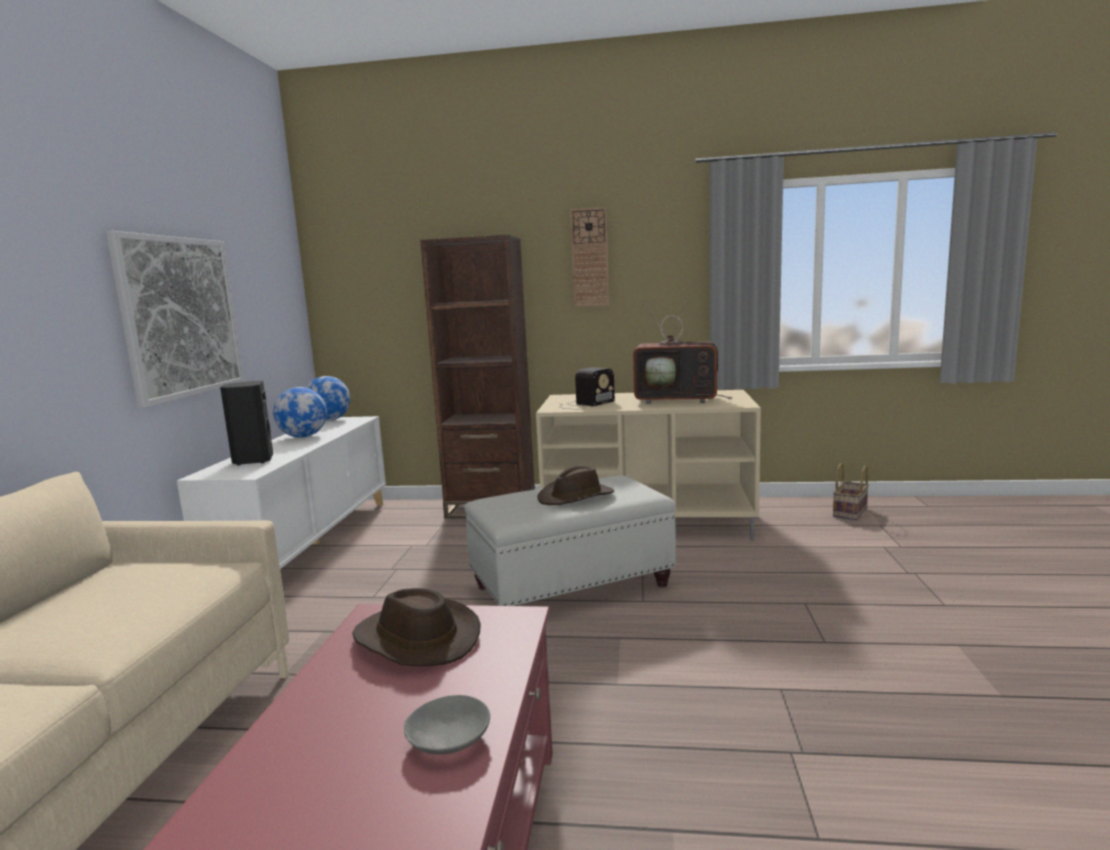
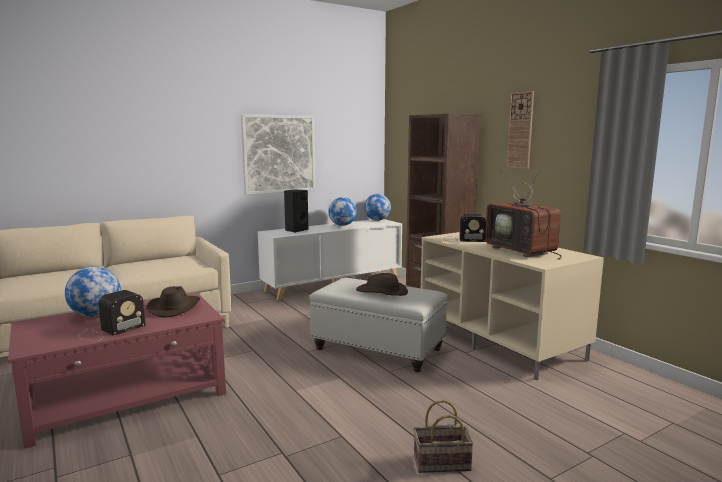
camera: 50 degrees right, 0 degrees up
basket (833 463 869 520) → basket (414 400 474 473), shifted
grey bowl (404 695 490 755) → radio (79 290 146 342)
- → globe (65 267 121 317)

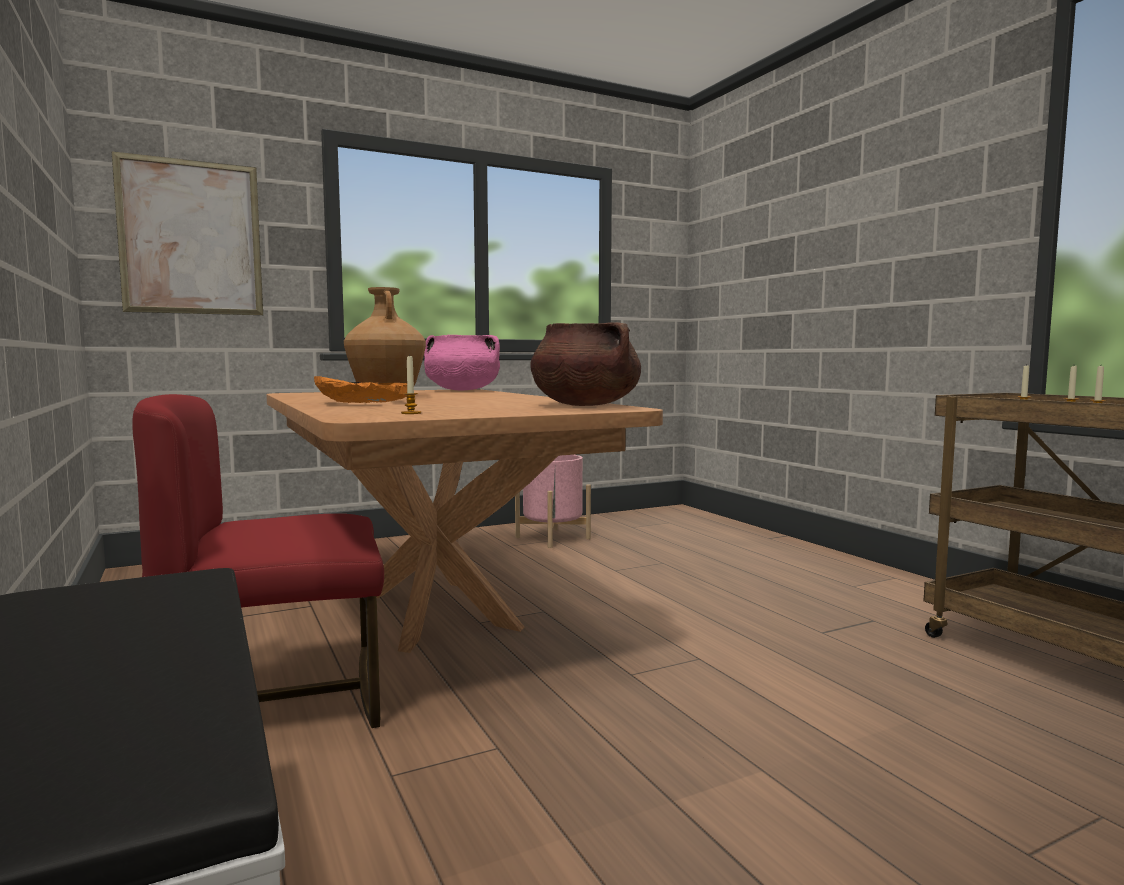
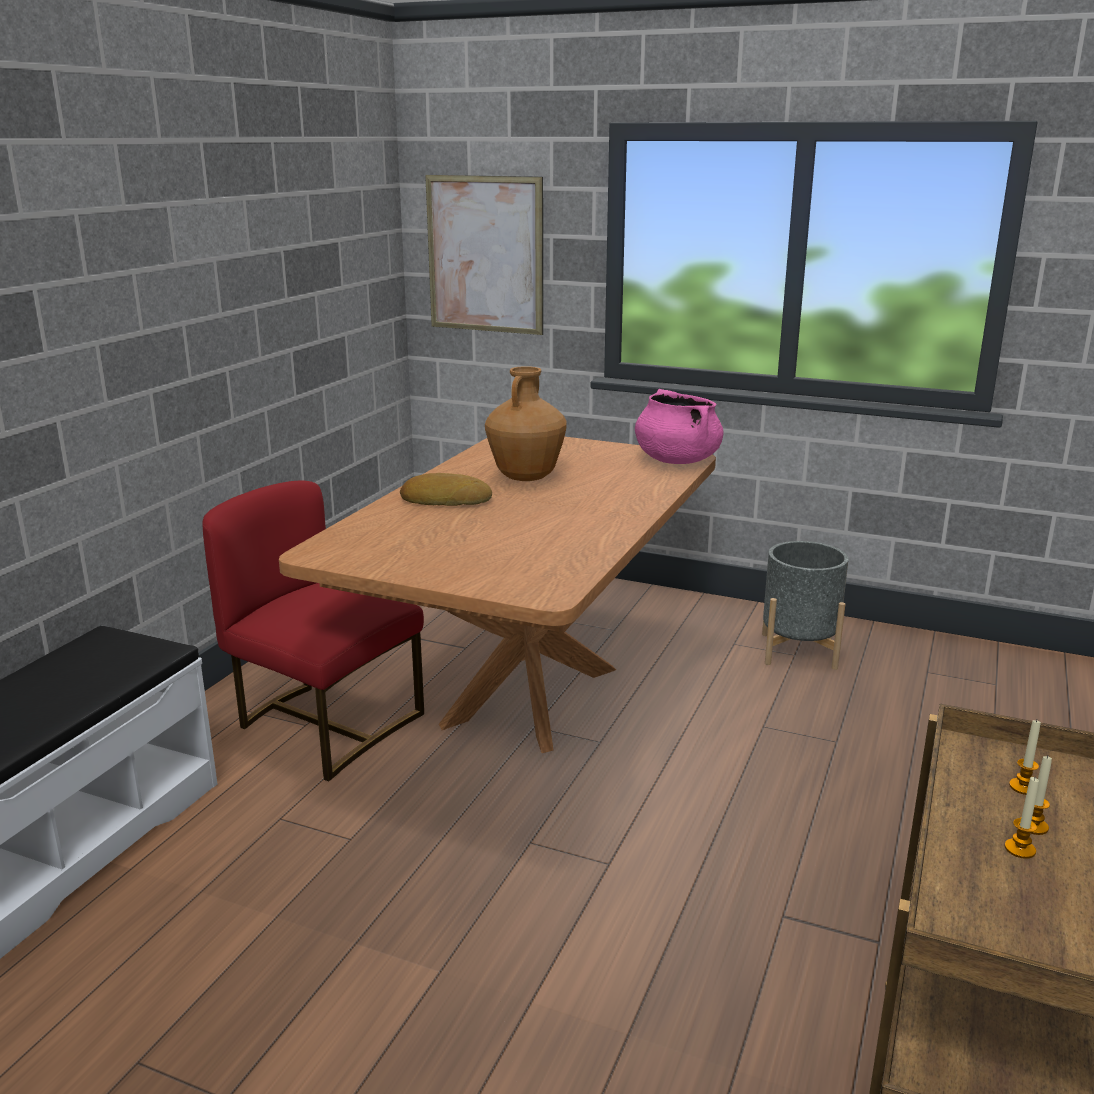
camera: 50 degrees right, 15 degrees up
brown cooking pot (530 322 641 406) → -
candle (401 354 421 414) → -
orange bowl (314 376 407 403) → bread (400 473 492 506)
pink planter (515 455 591 548) → grey planter (762 541 849 670)

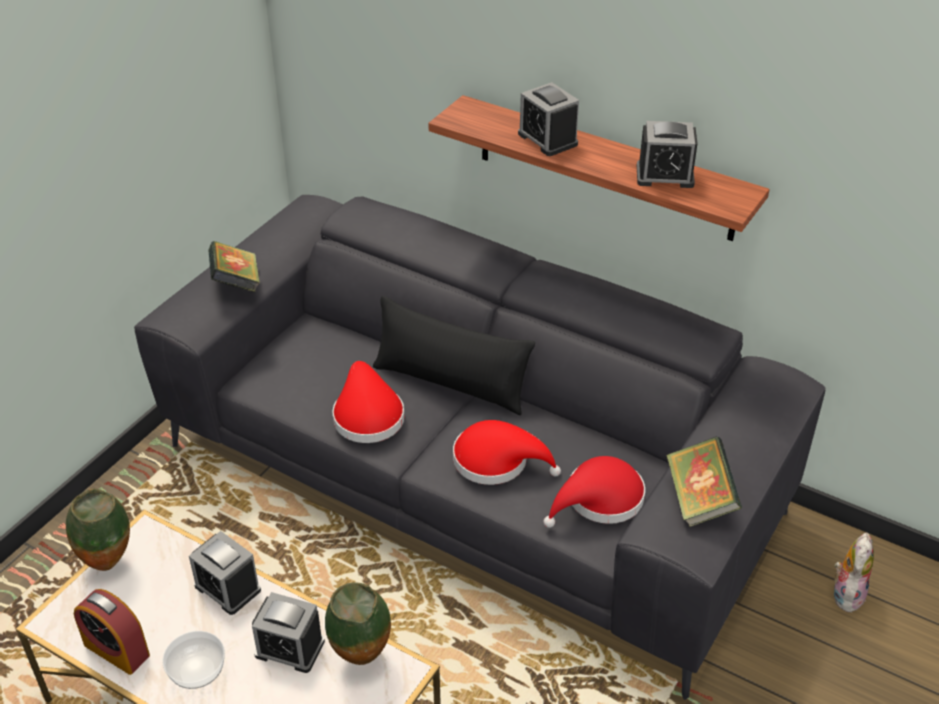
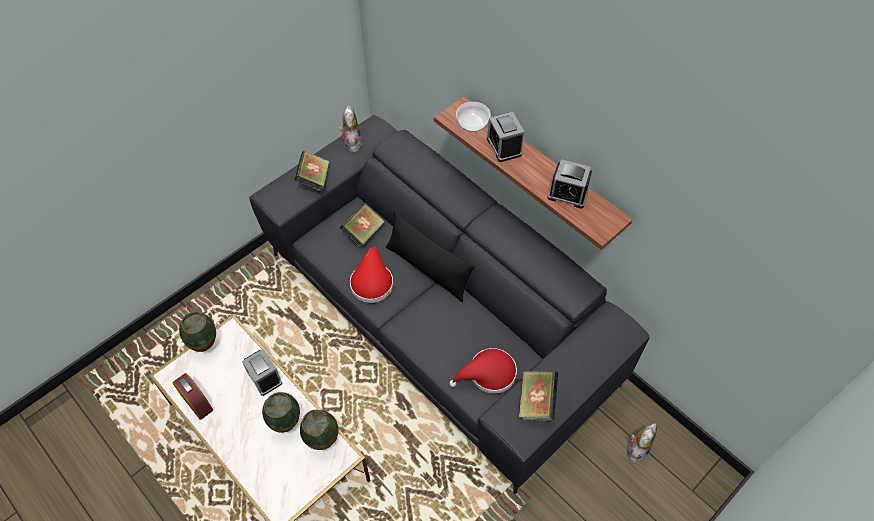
camera: 15 degrees right, 15 degrees up
red hat (453 420 561 485) → -
alarm clock (252 592 325 673) → vase (262 392 300 433)
bowl (162 631 225 689) → bowl (456 102 491 132), shifted
- → plush toy (339 106 363 152)
- → book (339 203 385 248)

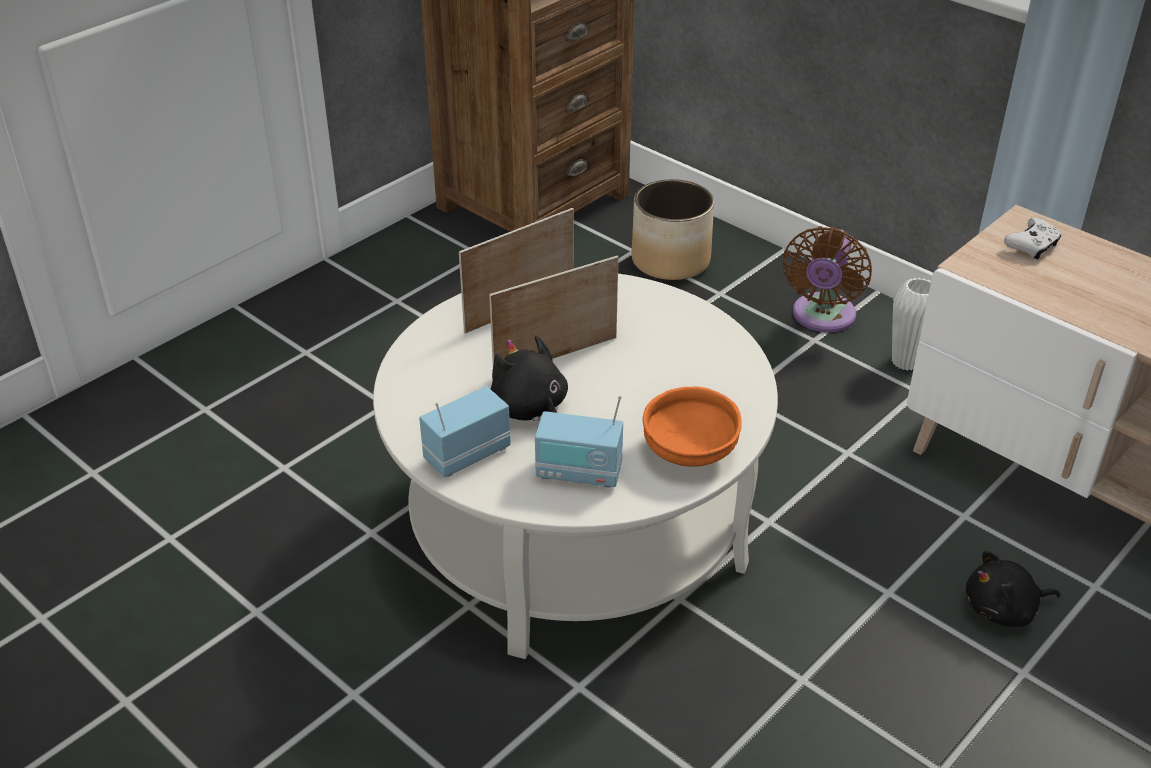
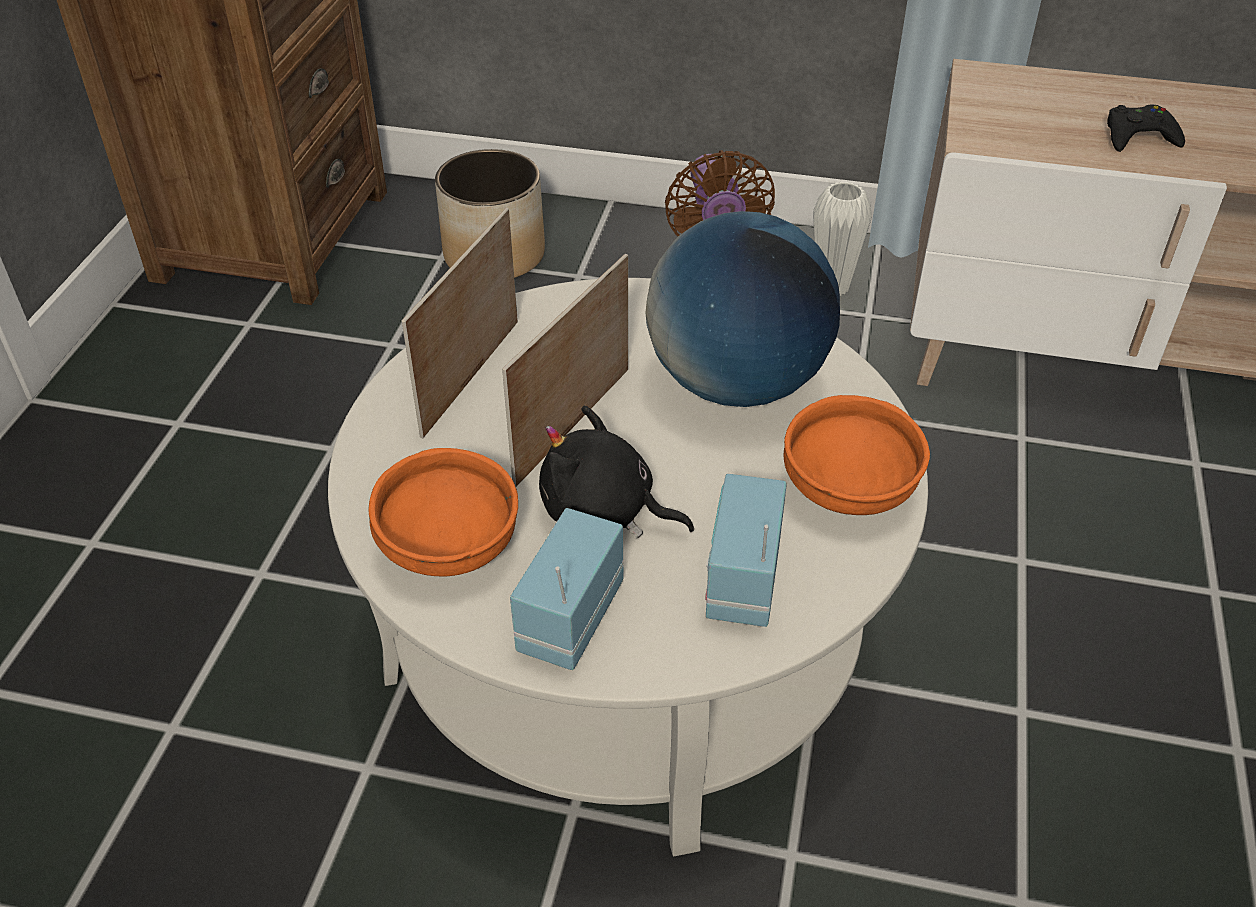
camera: 30 degrees left, 5 degrees up
white game controller (1004 218 1062 260) → -
radio (535 395 623 488) → radio (705 474 787 627), 120 degrees clockwise
black plush toy (966 551 1060 627) → -
- → black game controller (1107 104 1185 152)
- → globe (645 211 840 407)
- → orange bowl (369 448 518 576)

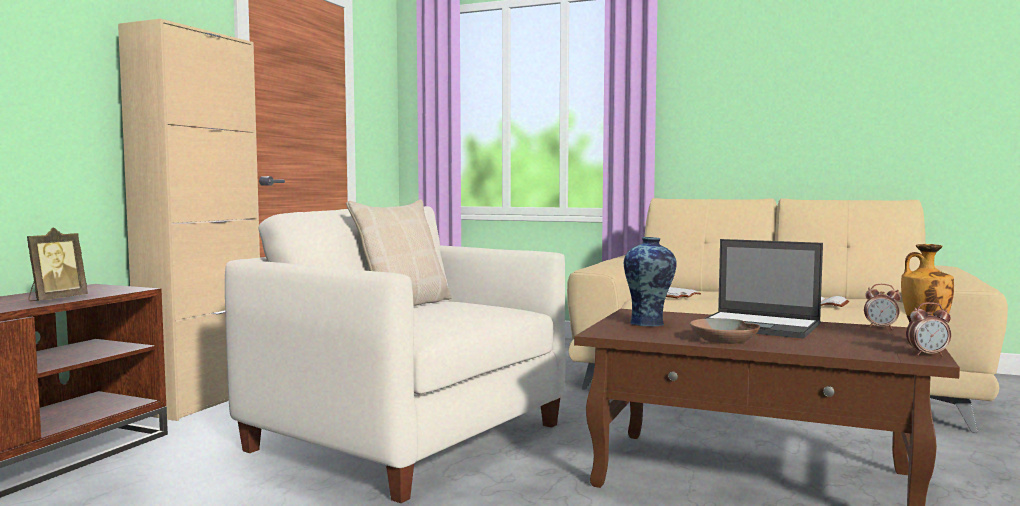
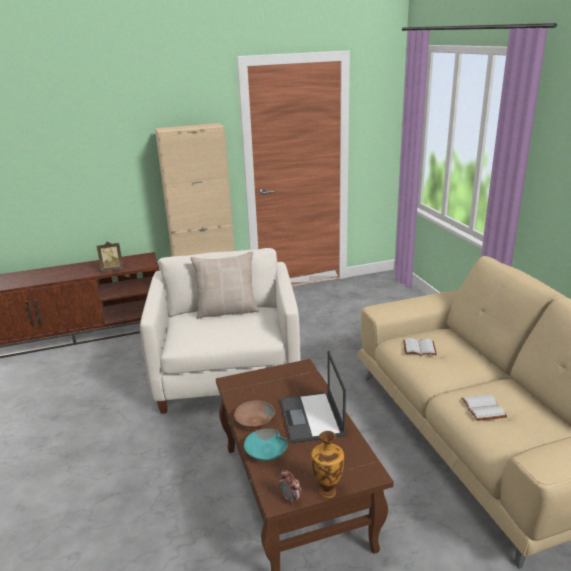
camera: 50 degrees right, 20 degrees up
vase (624 237 677 326) → -
alarm clock (864 284 901 330) → -
- → turquoise bowl (244 429 288 461)

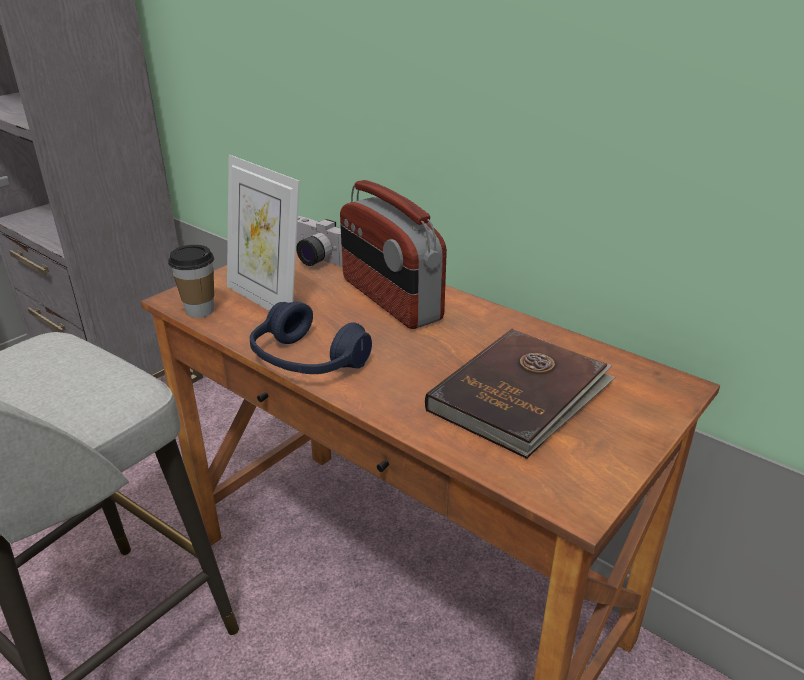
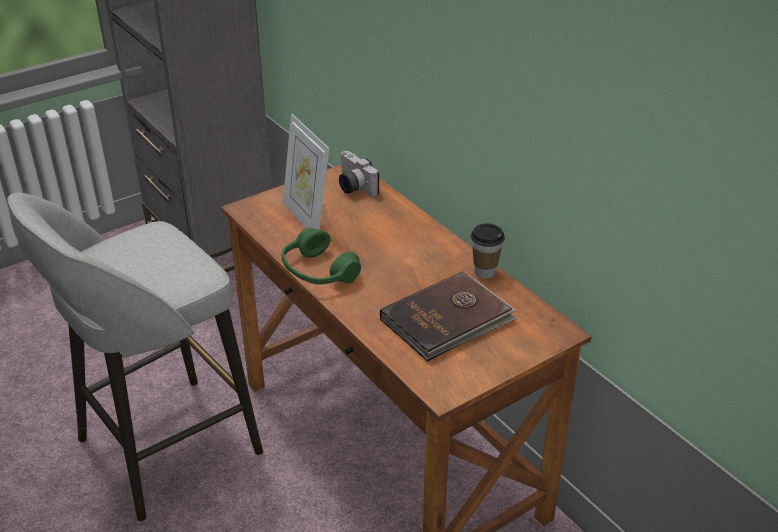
camera: 15 degrees right, 5 degrees up
radio (340 180 447 329) → -
cup (168 245 214 318) → cup (471 223 505 278), shifted
blue headphones (250 302 372 374) → green headphones (282 228 361 285)

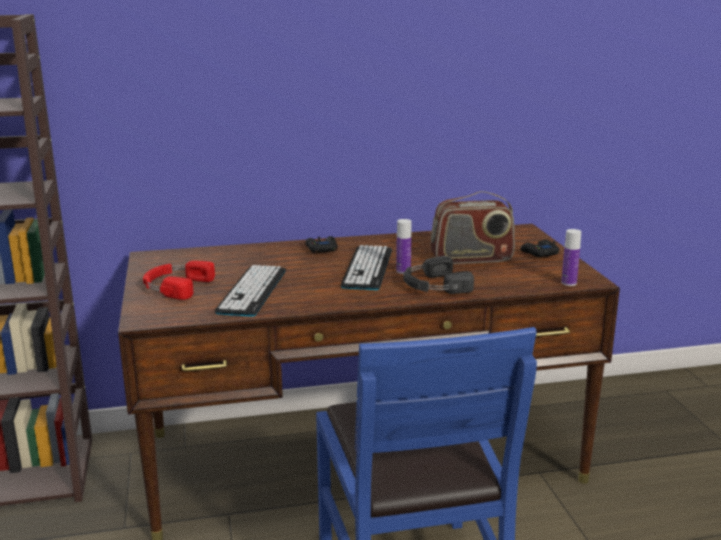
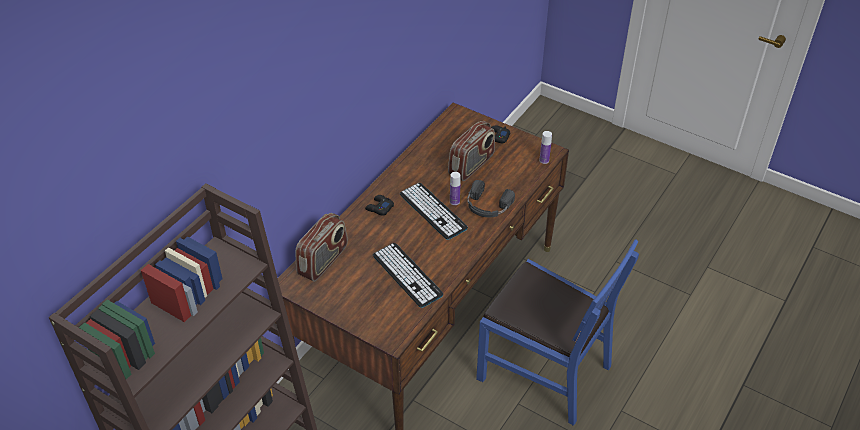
camera: 45 degrees left, 25 degrees up
red headphones (143 261 215 300) → -
- → radio (295 213 348 282)

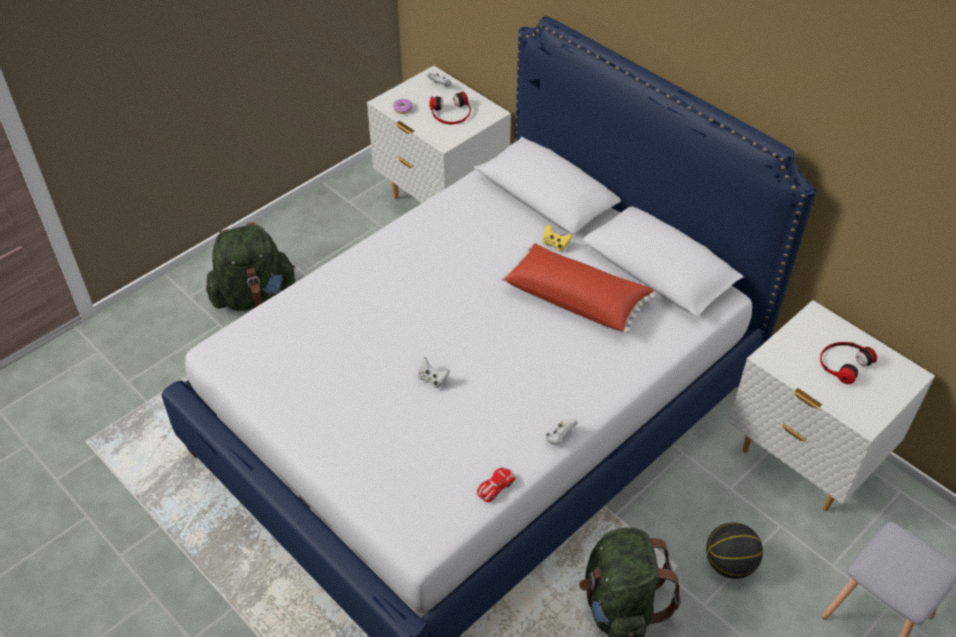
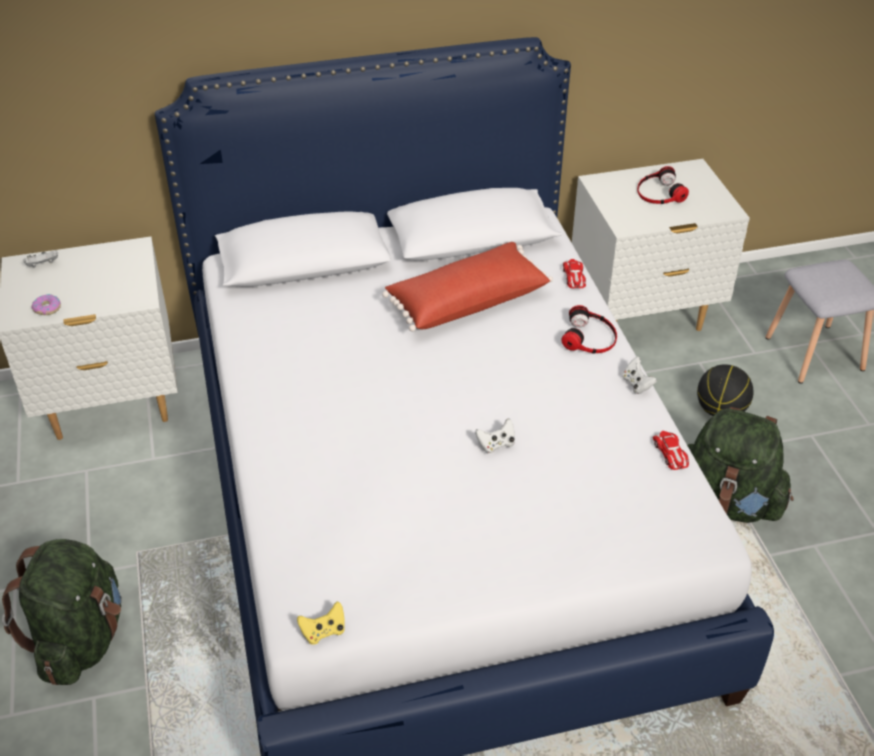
camera: 60 degrees left, 5 degrees down
headphones (429 91 471 125) → headphones (561 305 617 354), shifted
yellow game controller (542 224 572 251) → yellow game controller (297 601 345 645), shifted
- → toy car (563 259 586 288)

